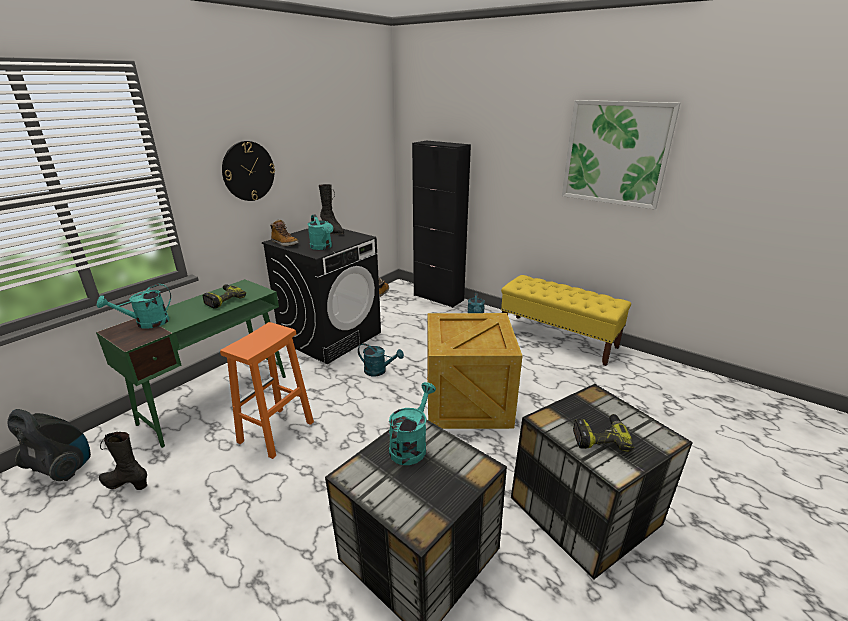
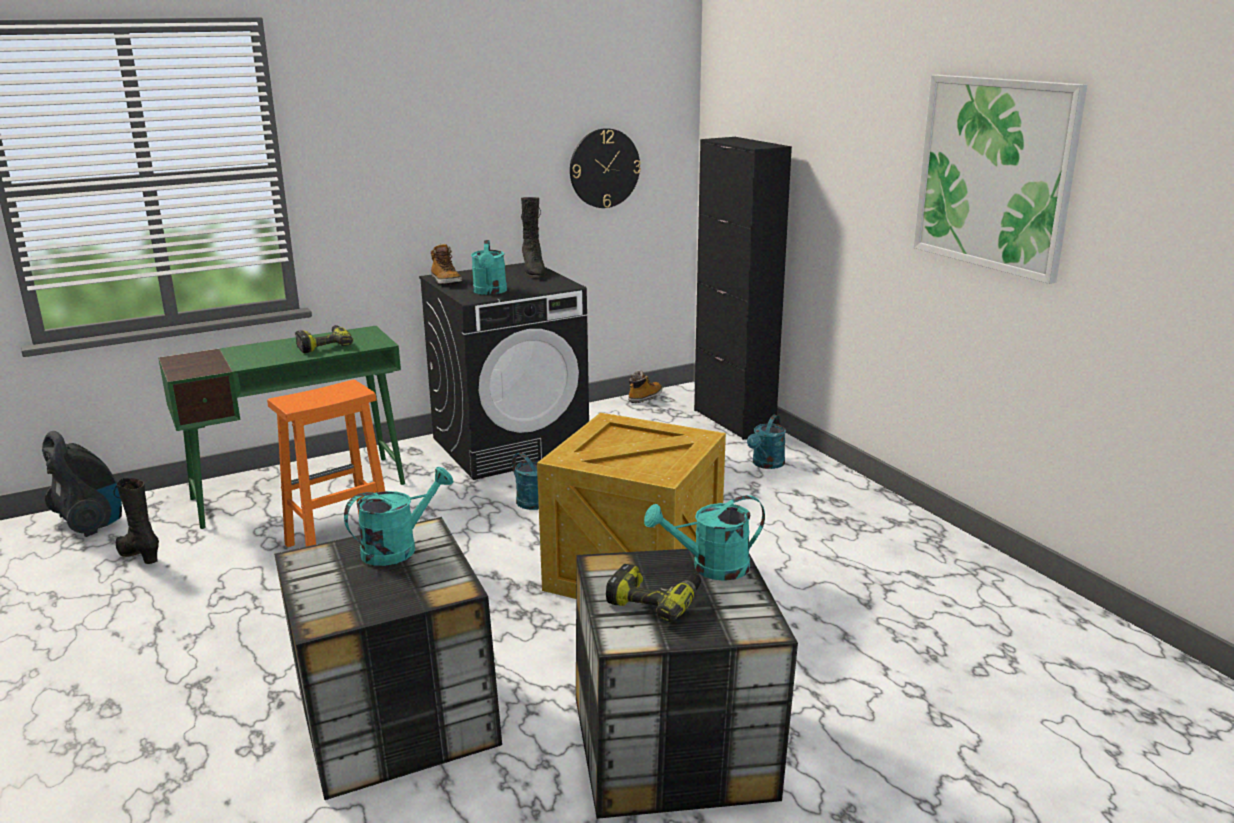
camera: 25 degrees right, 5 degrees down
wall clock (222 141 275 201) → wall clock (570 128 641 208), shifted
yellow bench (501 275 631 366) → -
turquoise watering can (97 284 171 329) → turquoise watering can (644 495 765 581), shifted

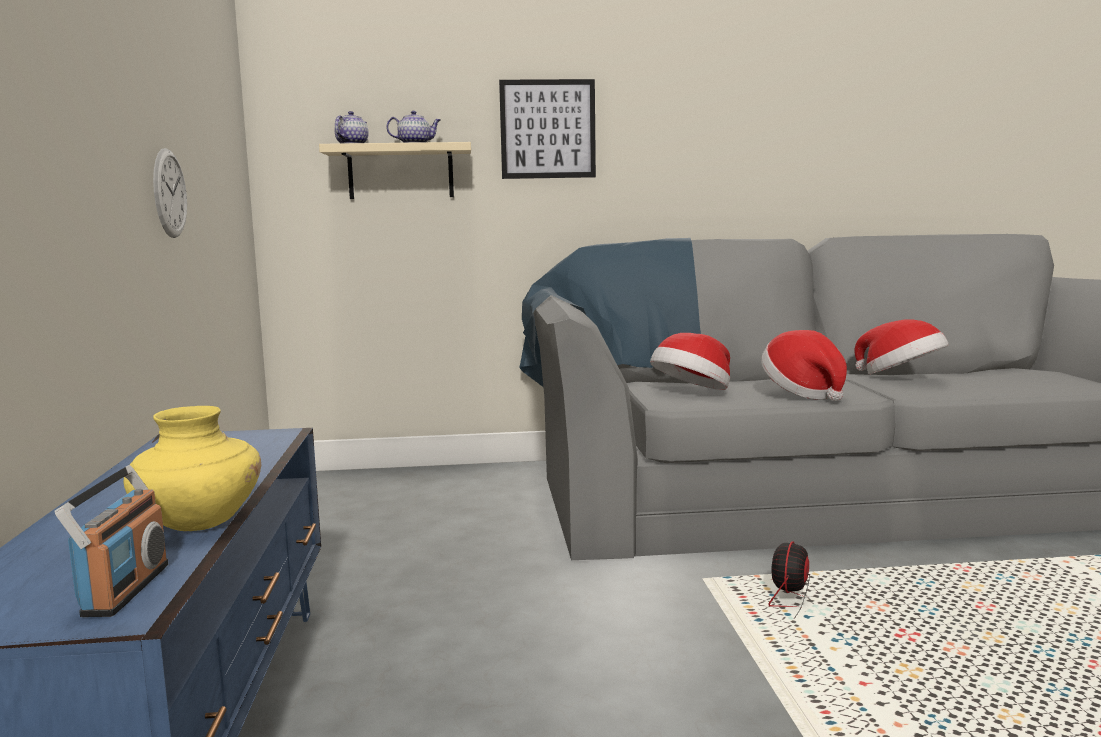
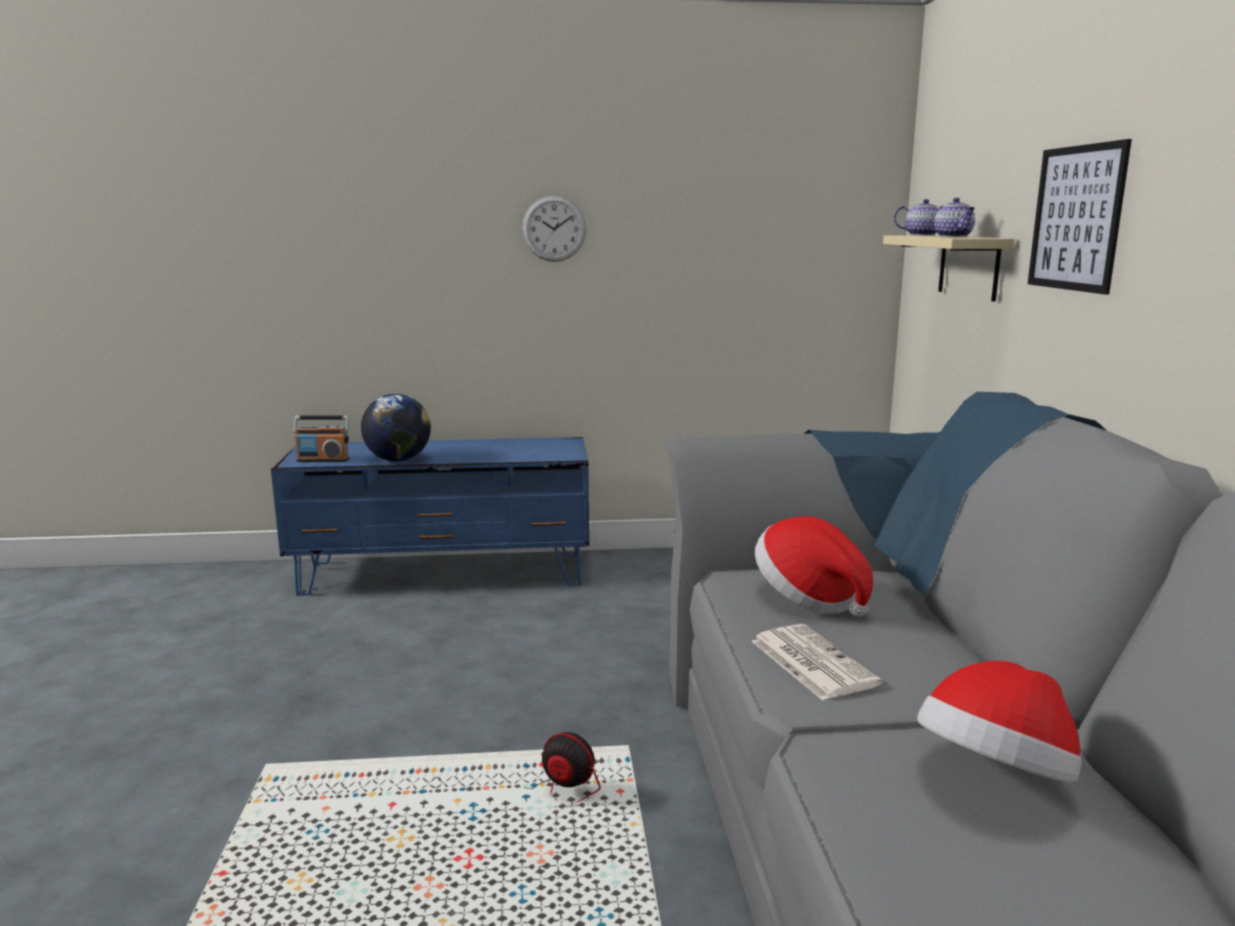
camera: 90 degrees right, 5 degrees up
wall clock (153 148 187 238) → wall clock (522 196 586 262), shifted
hat (761 330 847 401) → newspaper (751 624 883 700)
yellow vase (124 406 261 531) → globe (361 394 431 462)

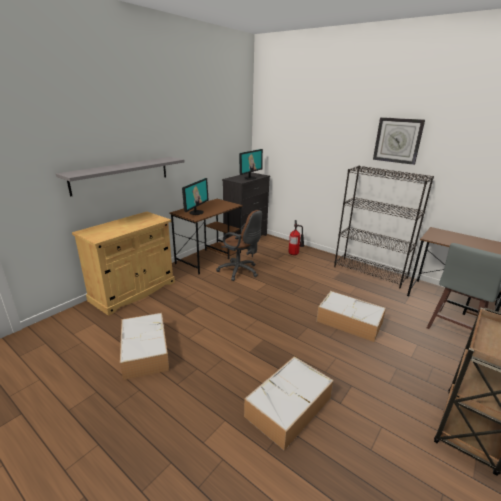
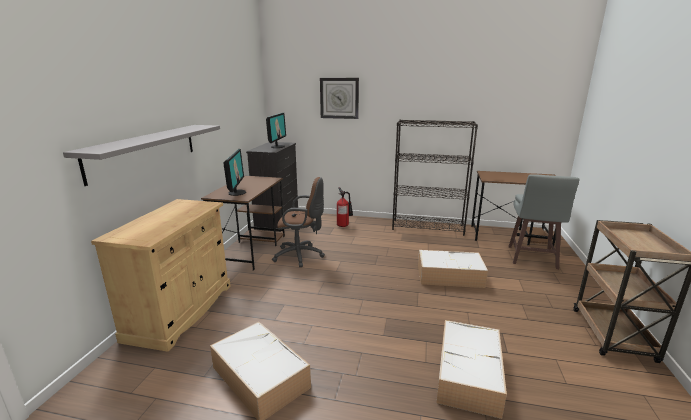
camera: 25 degrees left, 5 degrees down
wall clock (373 117 425 165) → wall clock (320 78 359 119), shifted

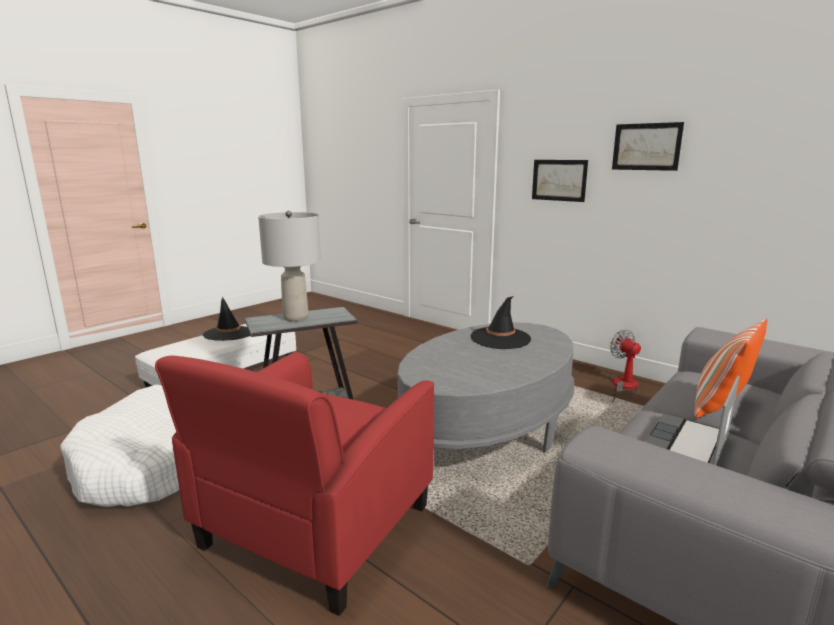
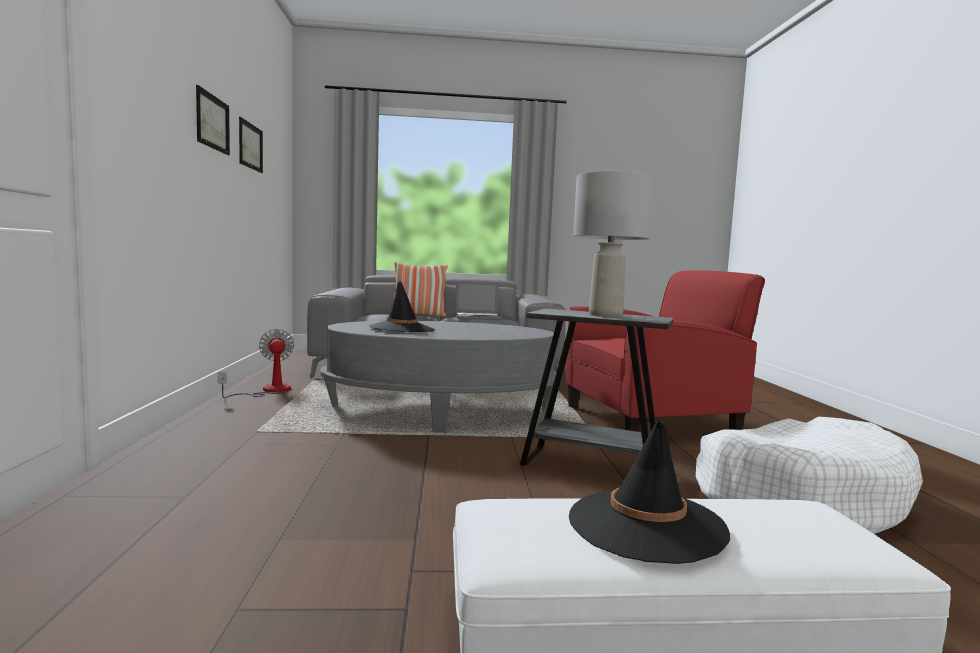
camera: 135 degrees left, 10 degrees down
picture (532 160 588 202) → picture (239 117 263 173), shifted
fan (609 330 641 402) → fan (218 329 294 398), 135 degrees clockwise

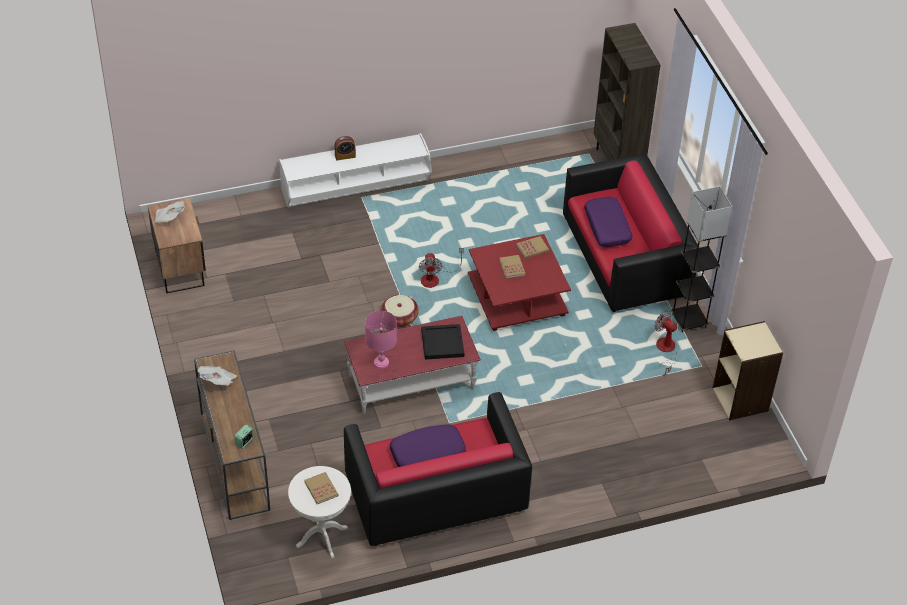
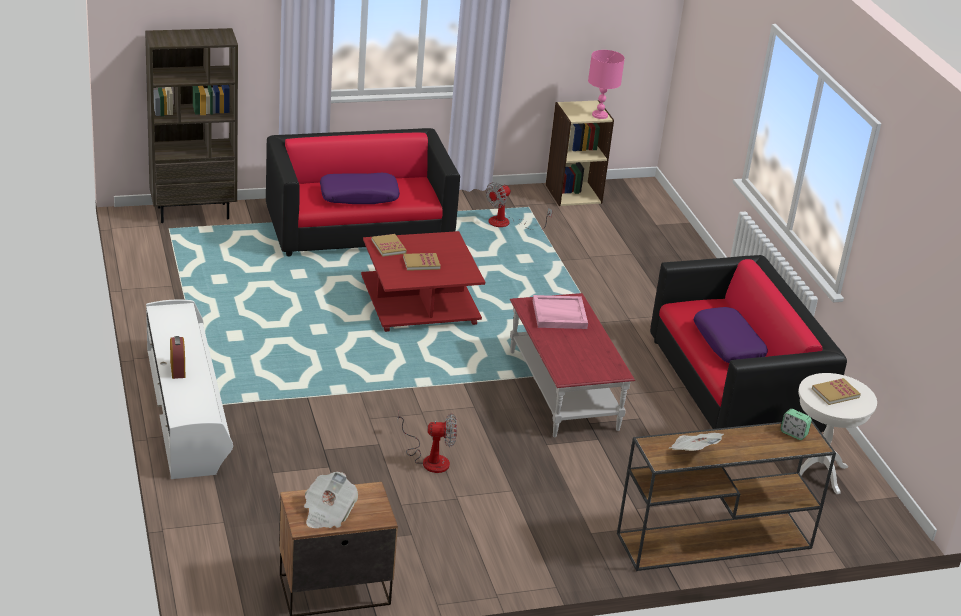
camera: 90 degrees left, 15 degrees down
grey floor lamp (671 186 732 332) → -
fan (419 248 464 288) → fan (398 410 457 473), shifted
basket (381 295 419 327) → -
pink table lamp (365 311 397 369) → pink table lamp (588 50 625 119), shifted
black tray (421 324 464 360) → pink tray (533 295 588 329)

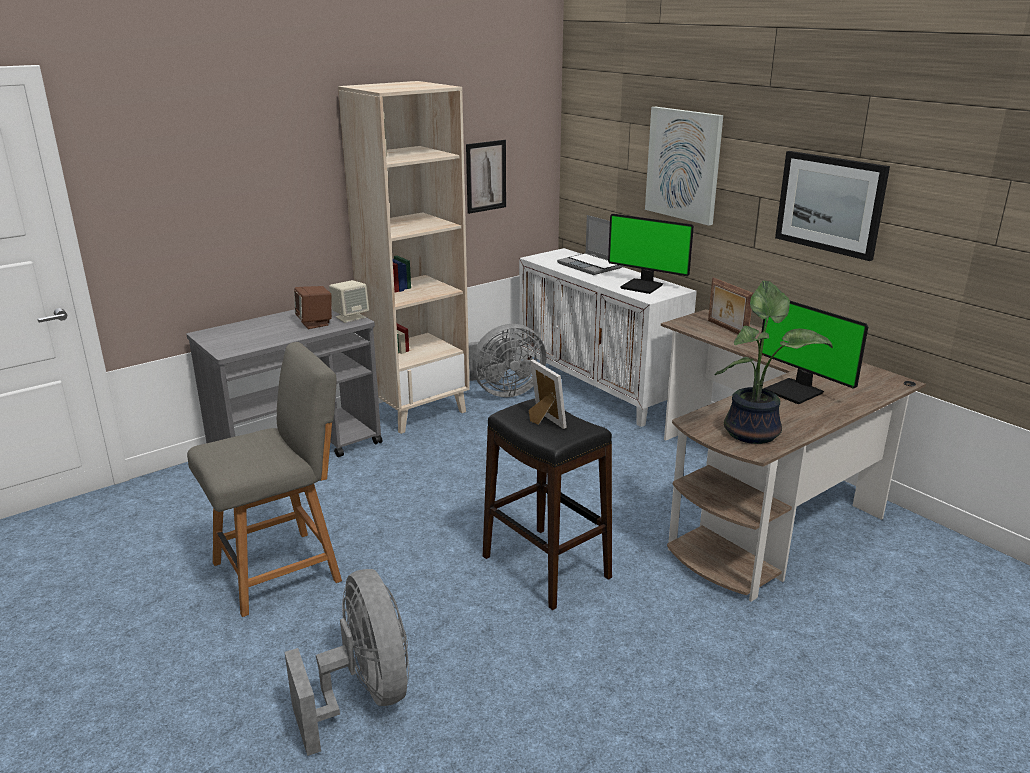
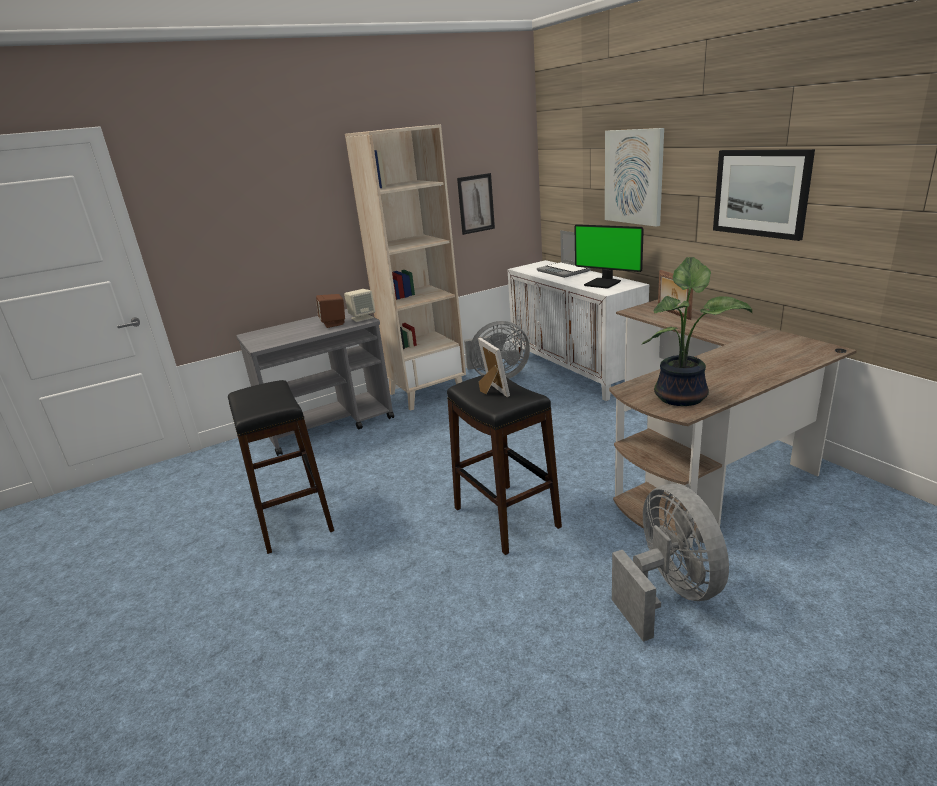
camera: 10 degrees right, 0 degrees up
monitor (760 301 868 404) → -
grey chair (187 342 342 617) → black stool (228 380 334 554)
grey fan (284 569 409 756) → grey fan (612 484 729 642), shifted

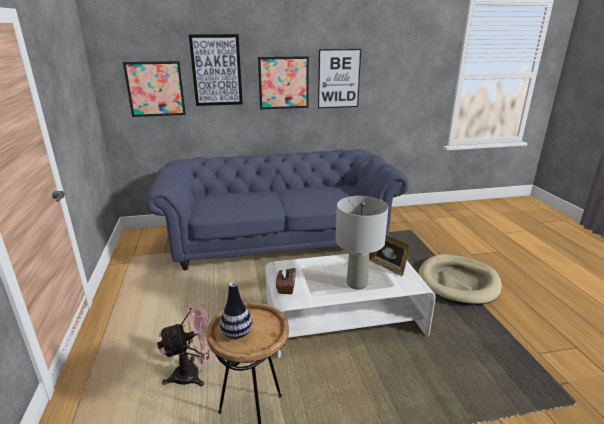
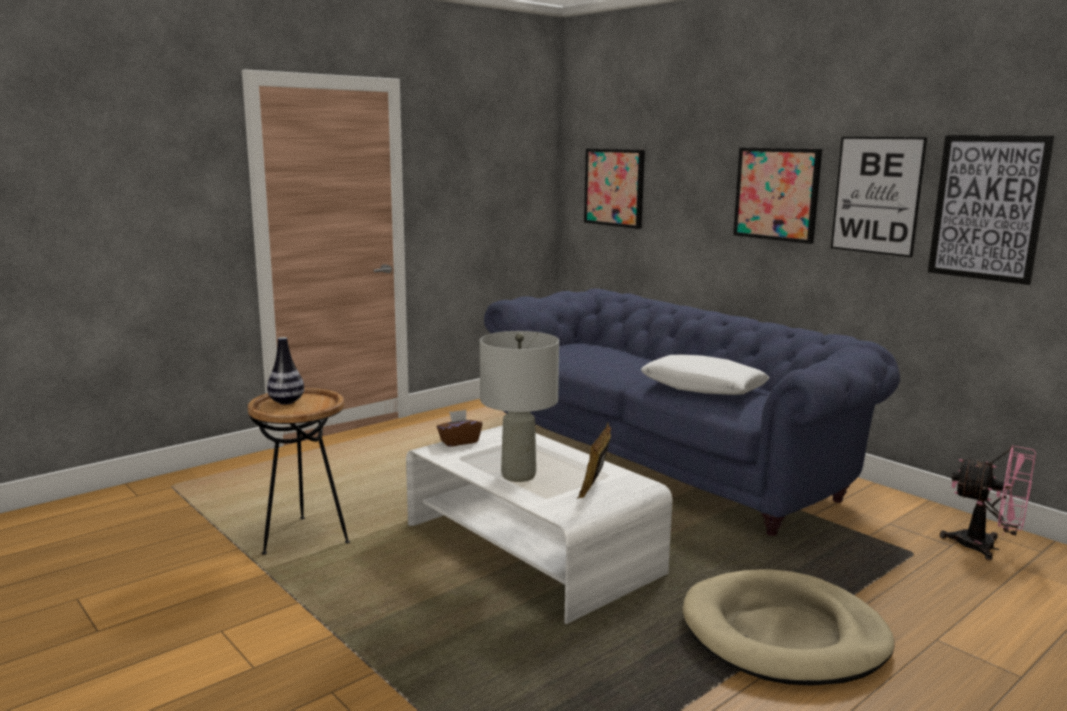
camera: 60 degrees right, 10 degrees down
picture (189 34 243 106) → picture (928 135 1054 285), shifted
pink fan (157 302 216 386) → pink fan (940 445 1036 560), shifted
- → white pillow (641 355 770 395)

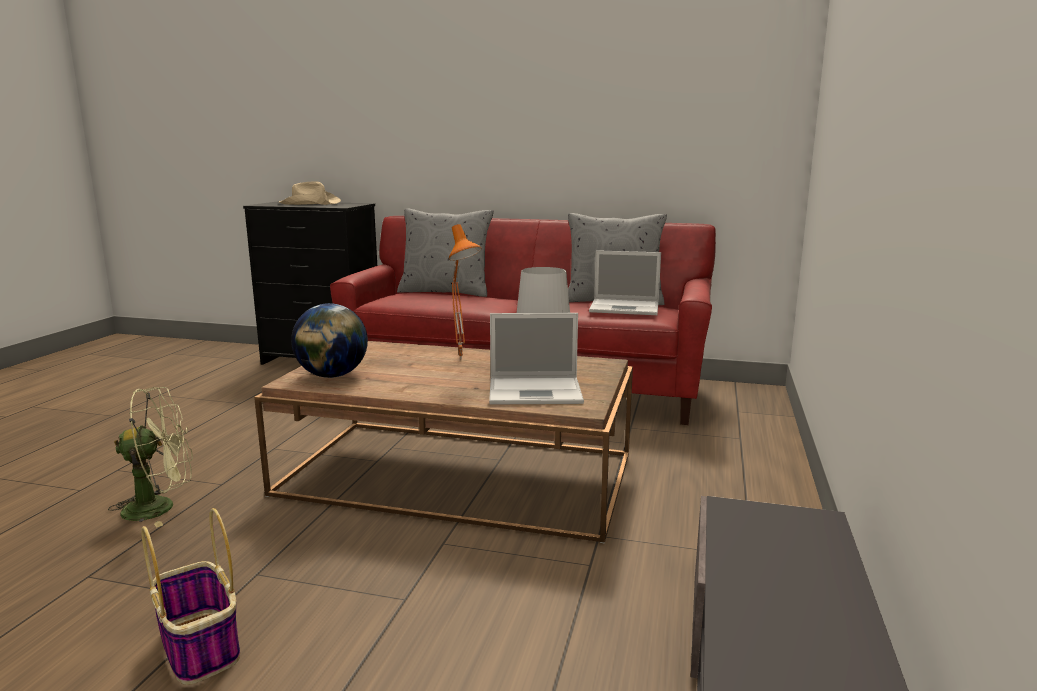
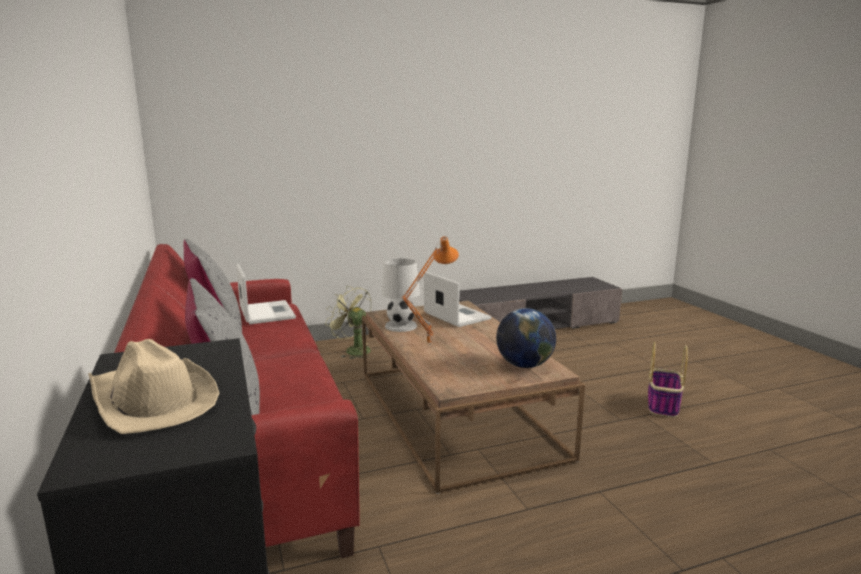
camera: 125 degrees left, 0 degrees up
green fan (108 387 193 528) → green fan (325 286 372 359), shifted

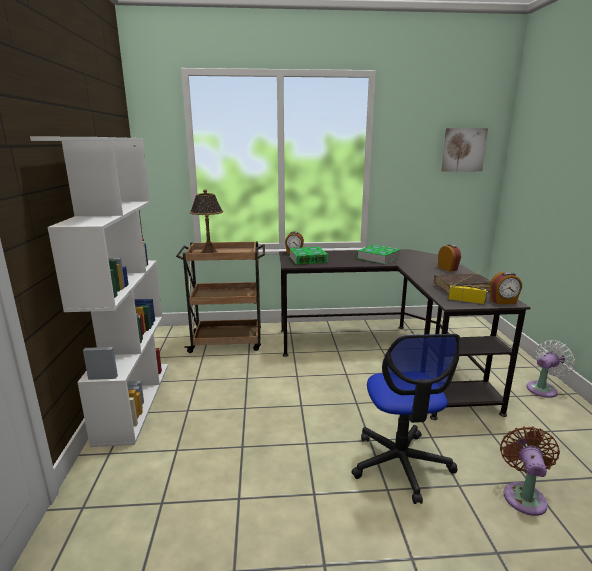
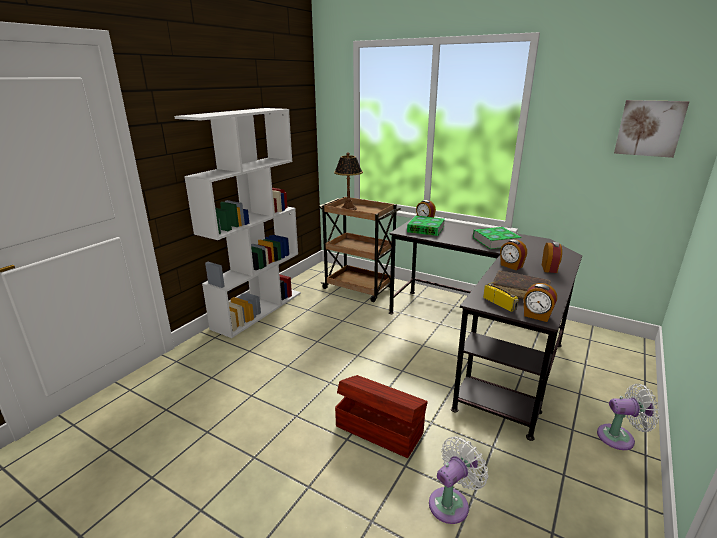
camera: 35 degrees right, 5 degrees up
office chair (351 334 460 504) → brown storage box (335 375 428 458)
brown fan (500 426 560 516) → white fan (429 436 488 524)
- → alarm clock (500 240 527 270)

